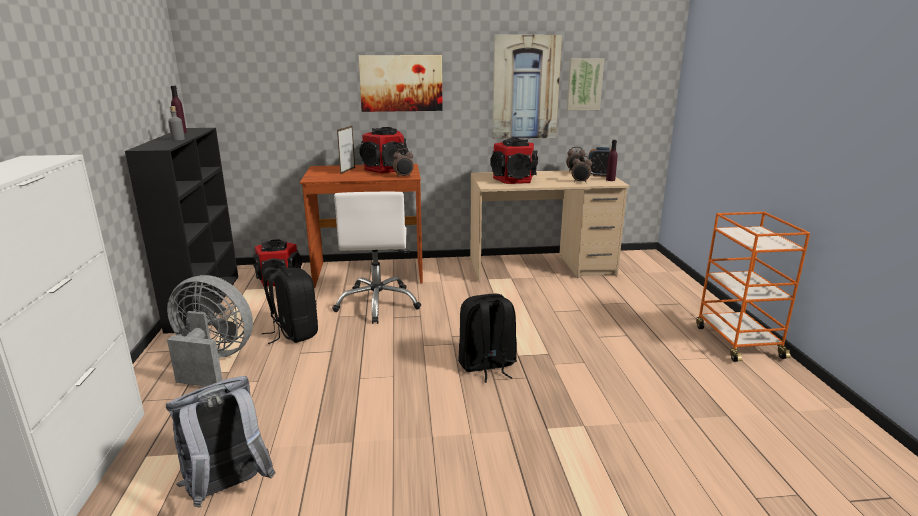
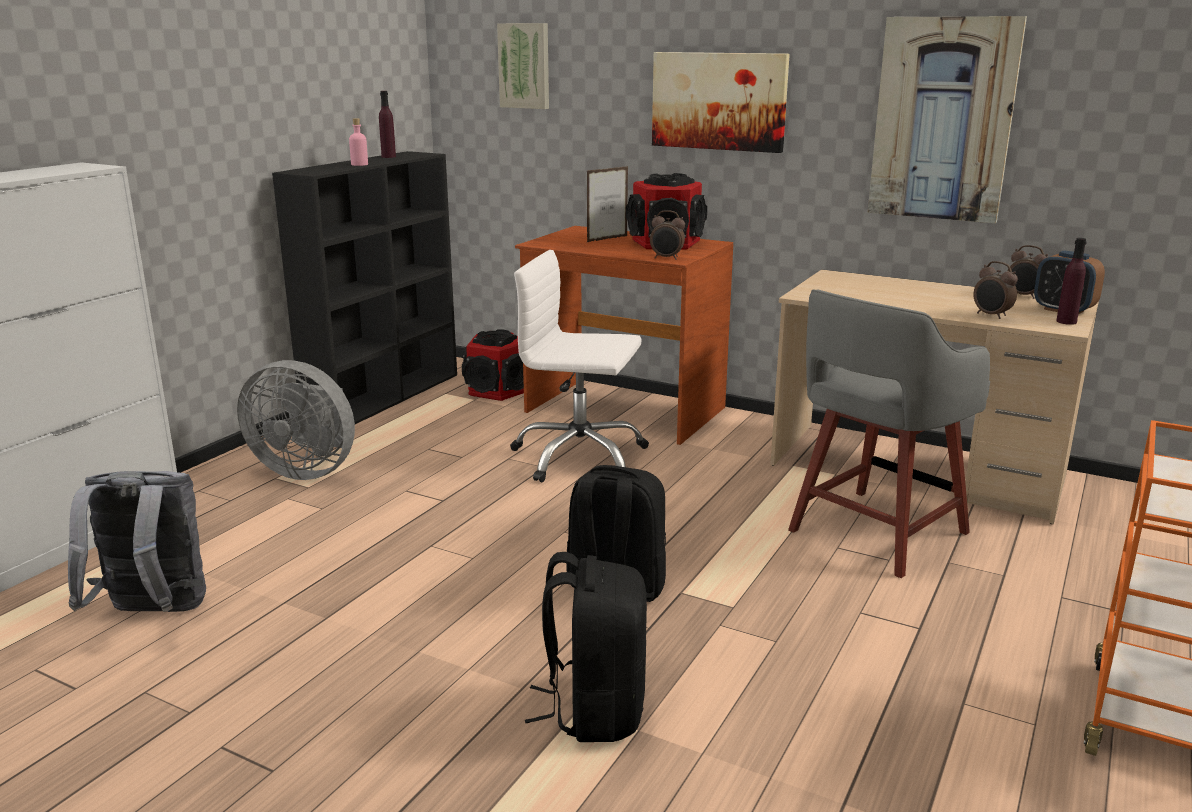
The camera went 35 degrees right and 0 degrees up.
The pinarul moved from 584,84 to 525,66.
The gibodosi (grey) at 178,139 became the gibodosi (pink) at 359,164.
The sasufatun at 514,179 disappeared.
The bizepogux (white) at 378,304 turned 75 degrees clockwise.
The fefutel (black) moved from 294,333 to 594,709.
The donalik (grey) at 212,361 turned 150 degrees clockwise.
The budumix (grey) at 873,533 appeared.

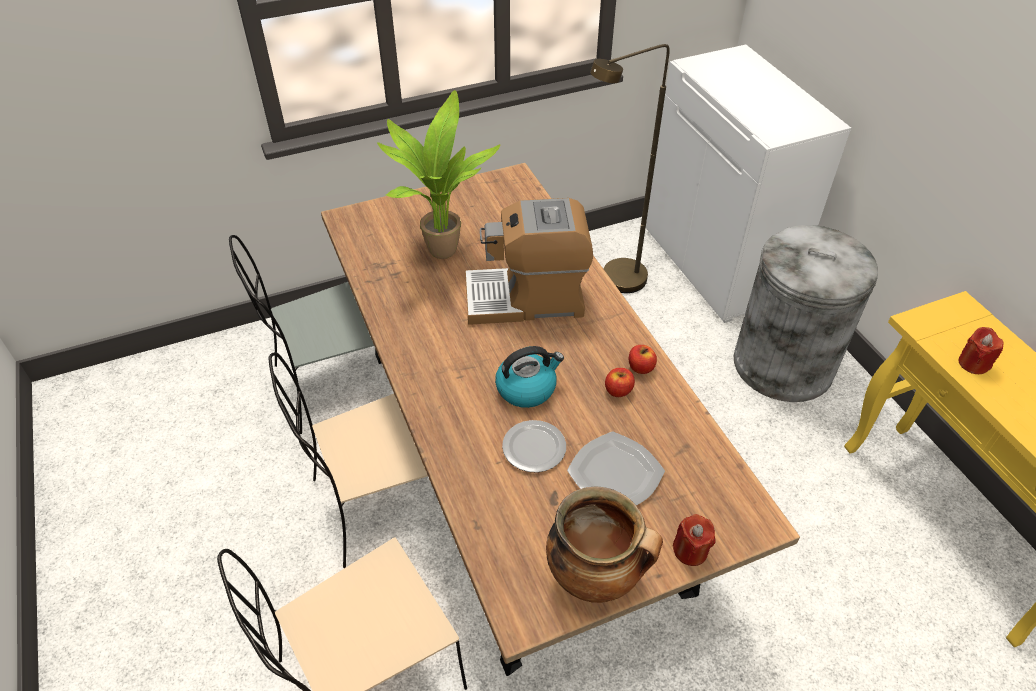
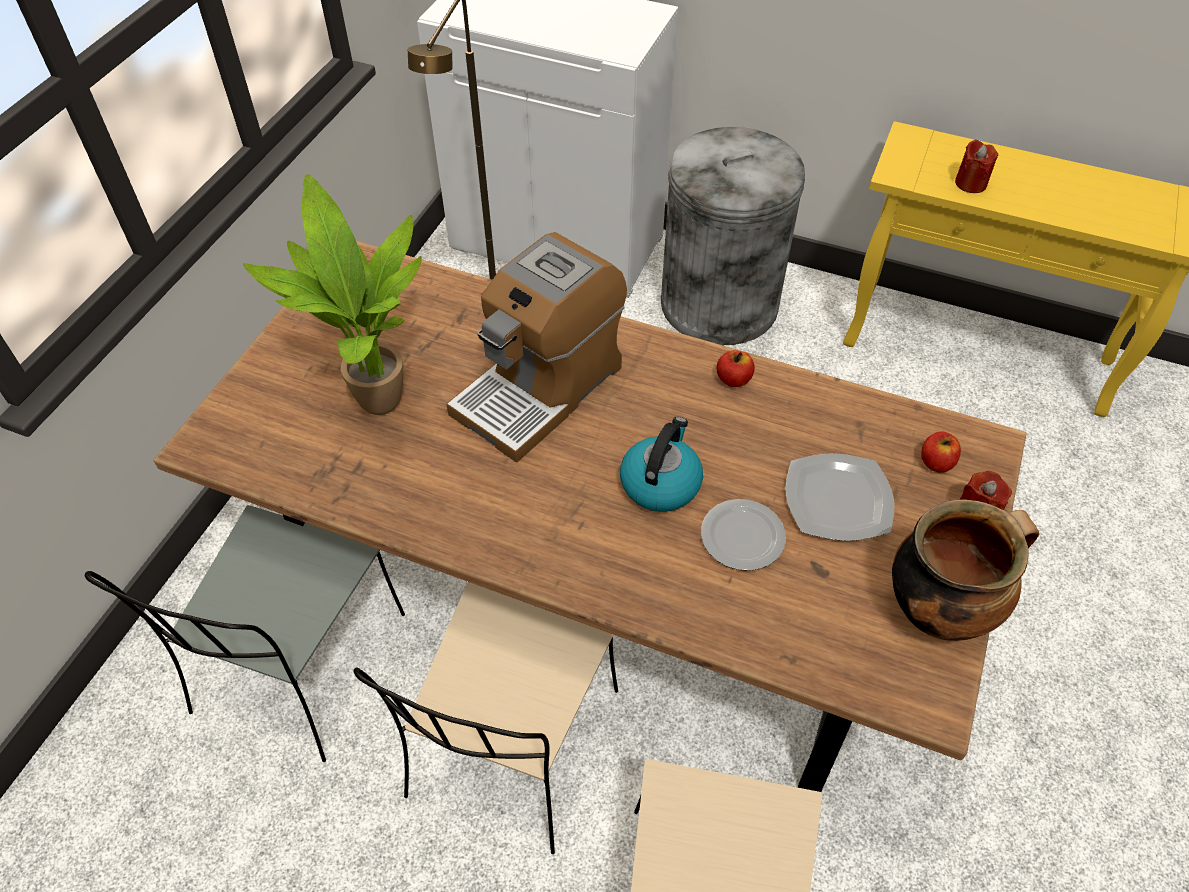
The camera went 45 degrees left and 5 degrees up.
The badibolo moved from 618,390 to 936,462.

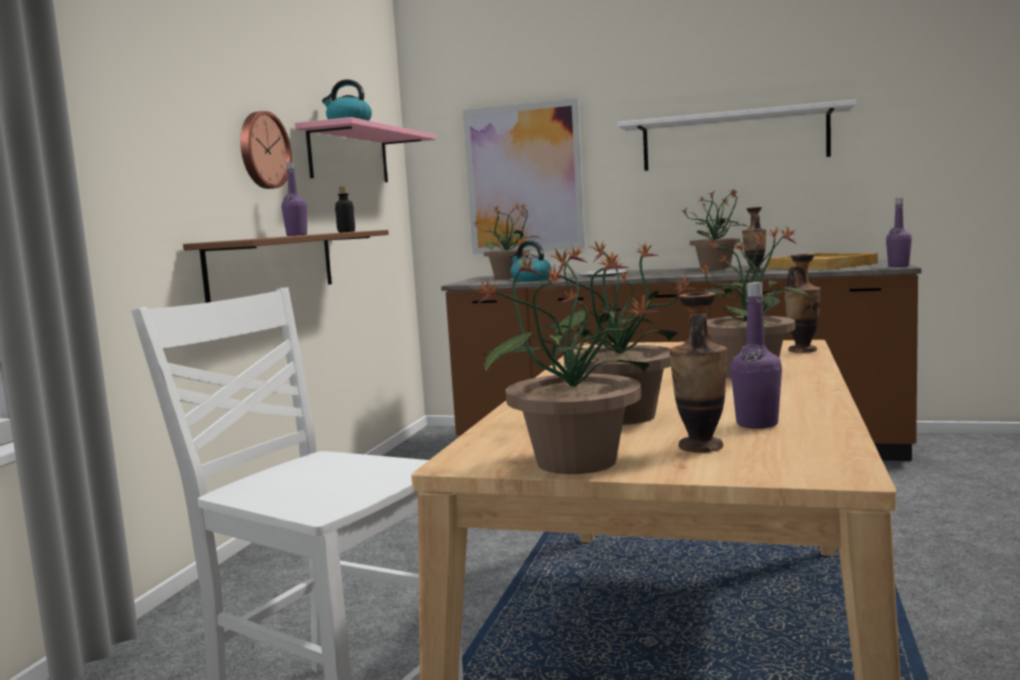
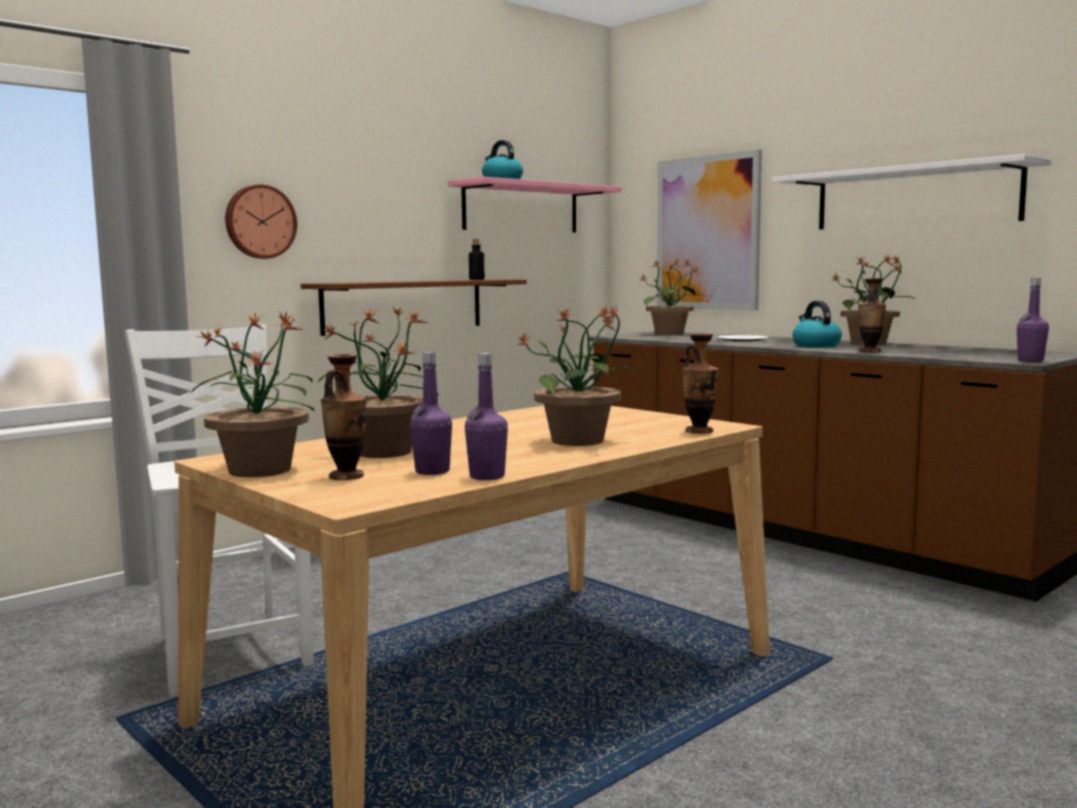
The camera went 30 degrees right and 0 degrees up.
The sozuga moved from 262,150 to 259,222.
The gibodosi (purple) moved from 297,235 to 487,477.
The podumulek moved from 530,280 to 815,345.
The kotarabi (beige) at 822,266 disappeared.

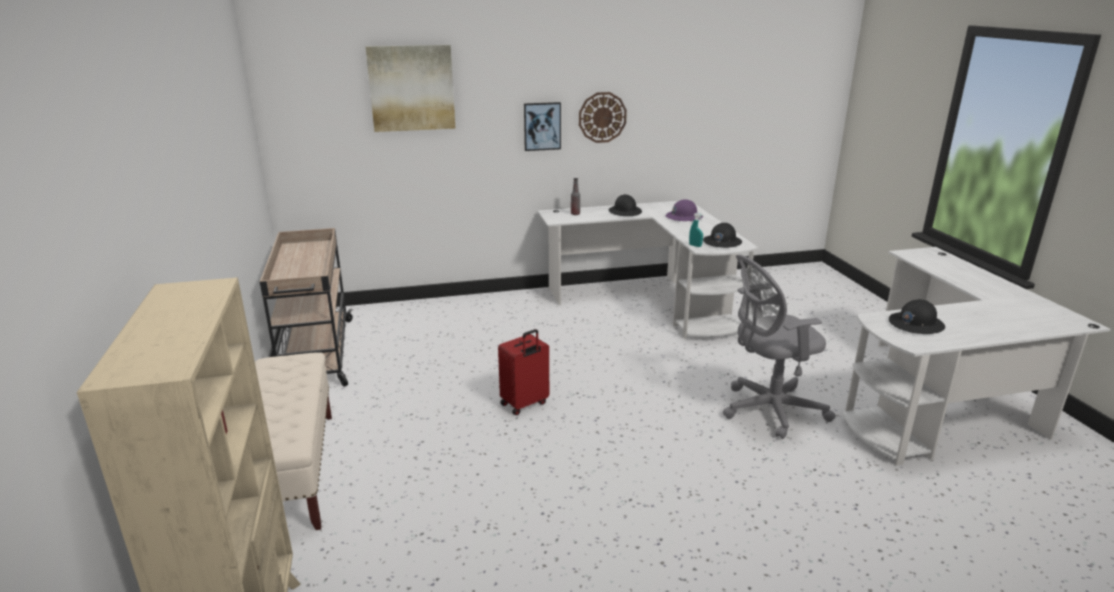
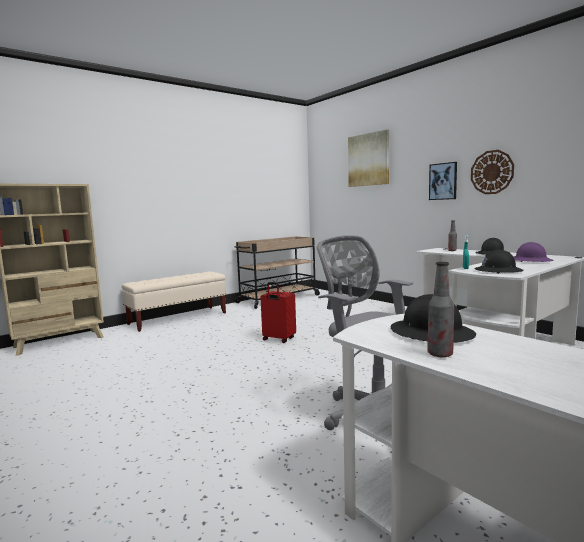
The camera went 65 degrees right and 15 degrees down.
The gibodosi at 440,354 appeared.

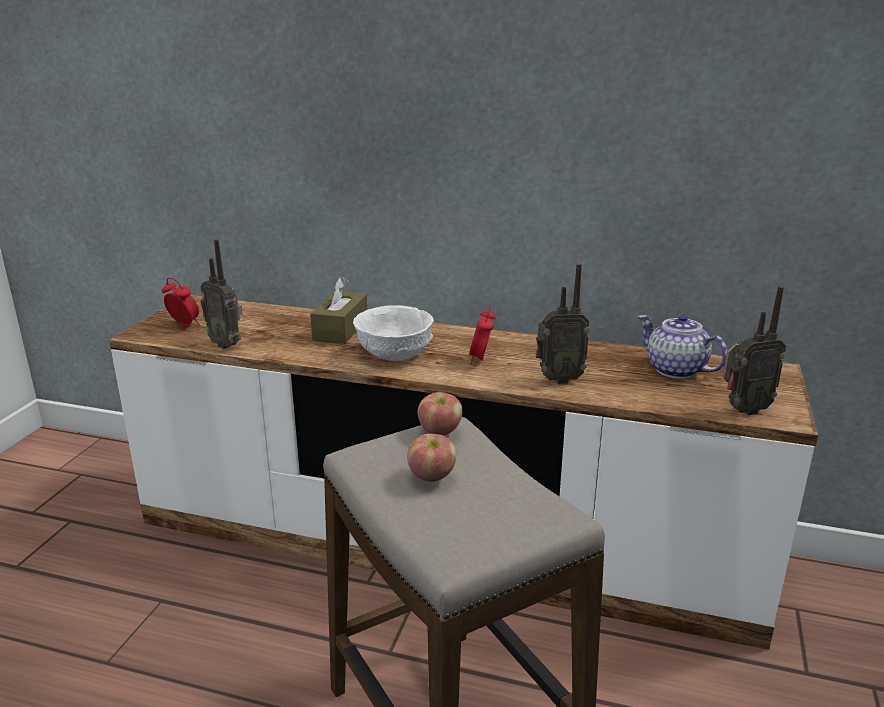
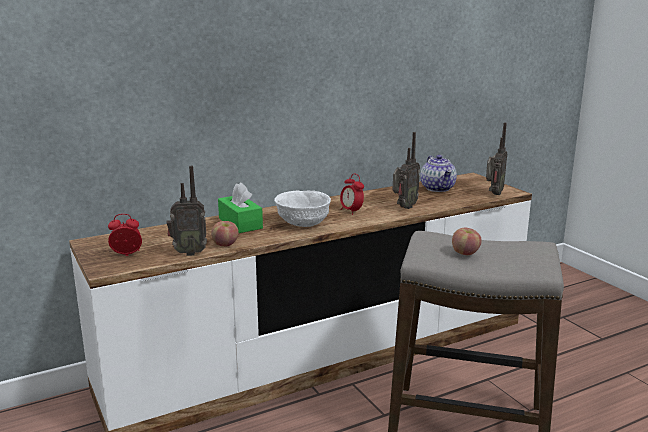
The camera went 45 degrees left and 5 degrees down.
The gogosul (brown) at 340,329 became the gogosul (green) at 240,223.
The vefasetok at 675,370 turned 105 degrees counterclockwise.
The badibolo moved from 440,431 to 225,244.

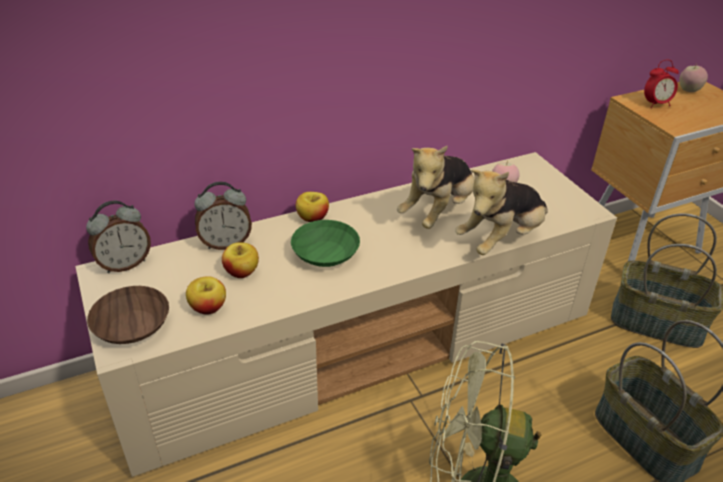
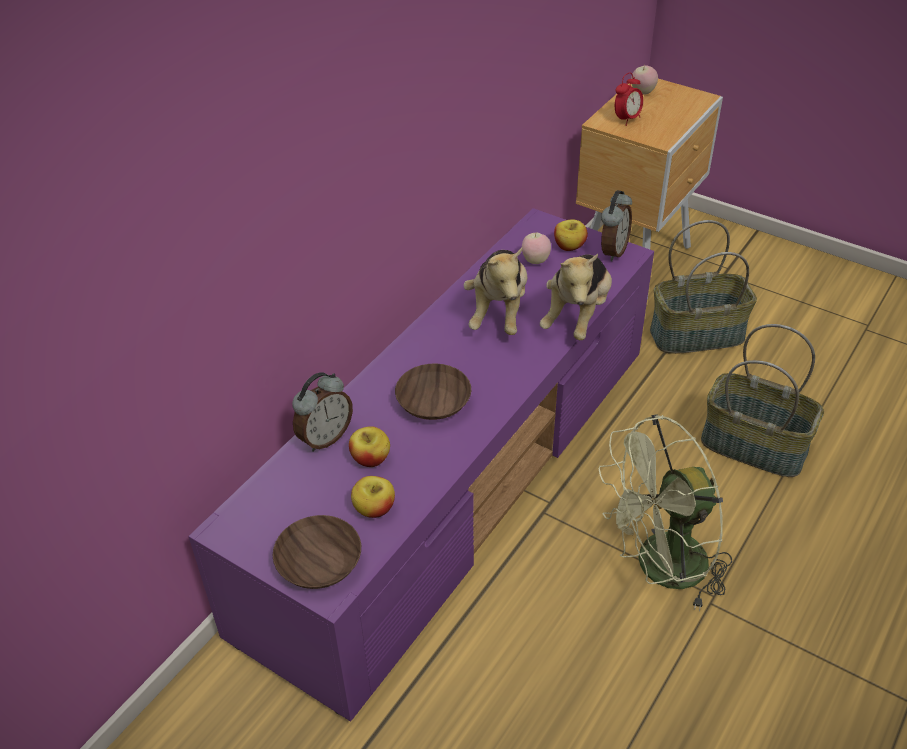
The camera went 30 degrees left and 5 degrees up.
The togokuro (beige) at 361,344 became the togokuro (purple) at 456,482.
The badibolo moved from 312,218 to 569,246.
The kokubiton moved from 125,264 to 612,251.
The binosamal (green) at 324,255 became the binosamal (brown) at 433,405.

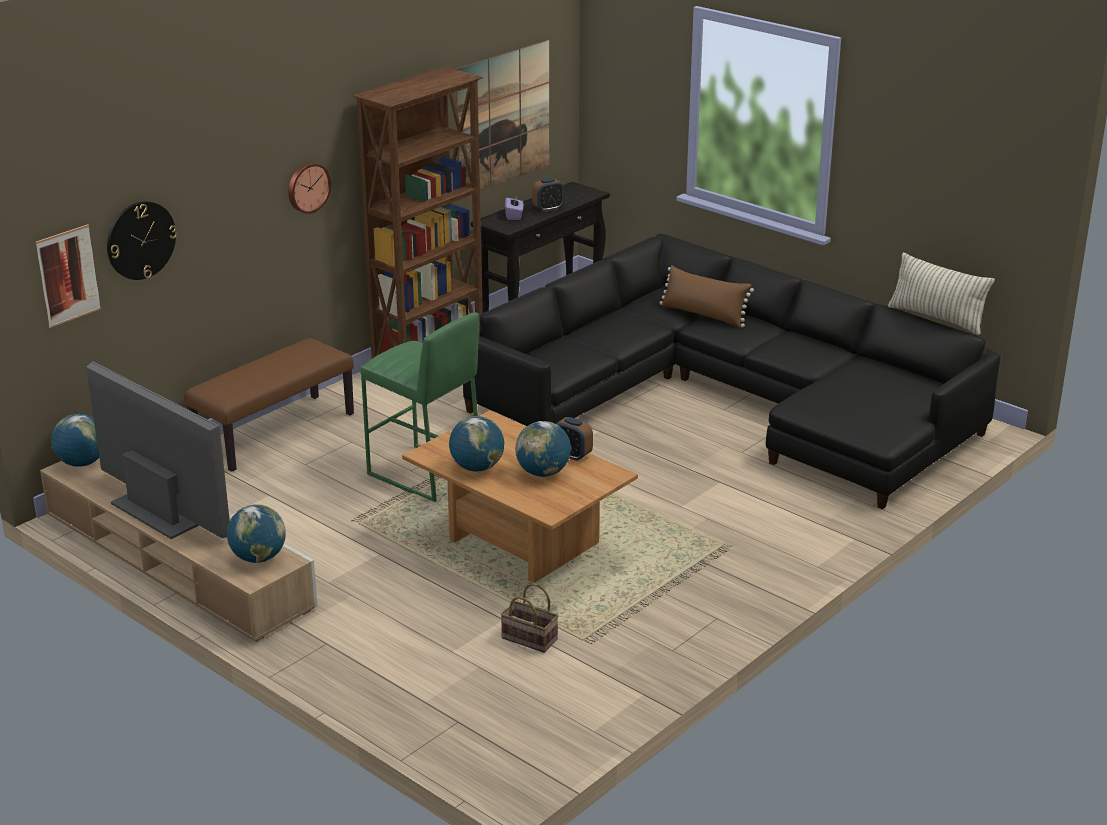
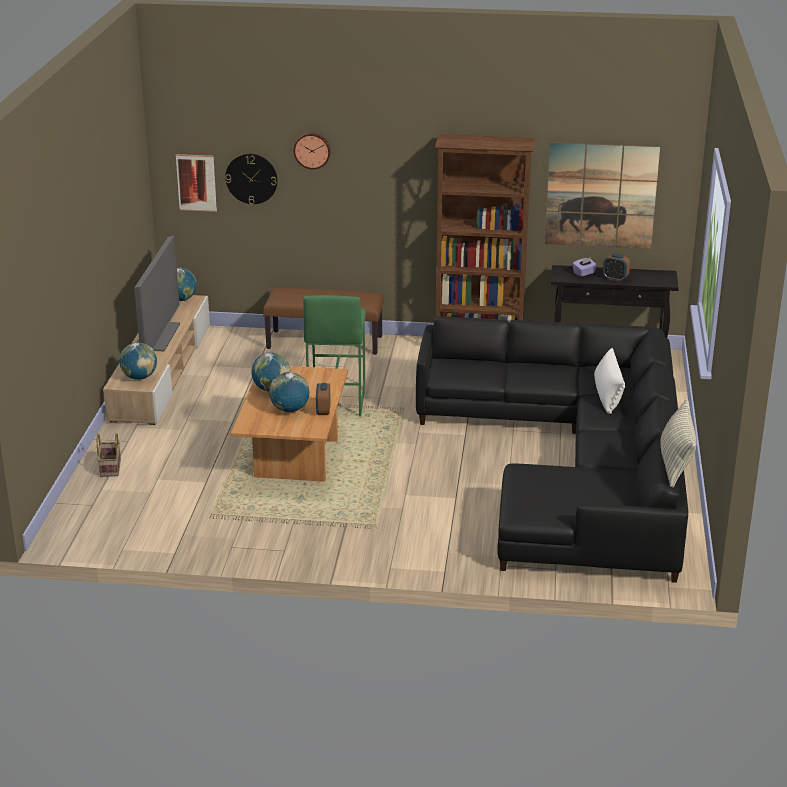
The camera went 55 degrees right and 0 degrees up.
The sozuga moved from 307,187 to 312,150.
The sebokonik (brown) at 703,315 became the sebokonik (white) at 607,395.
The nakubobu moved from 527,639 to 109,467.

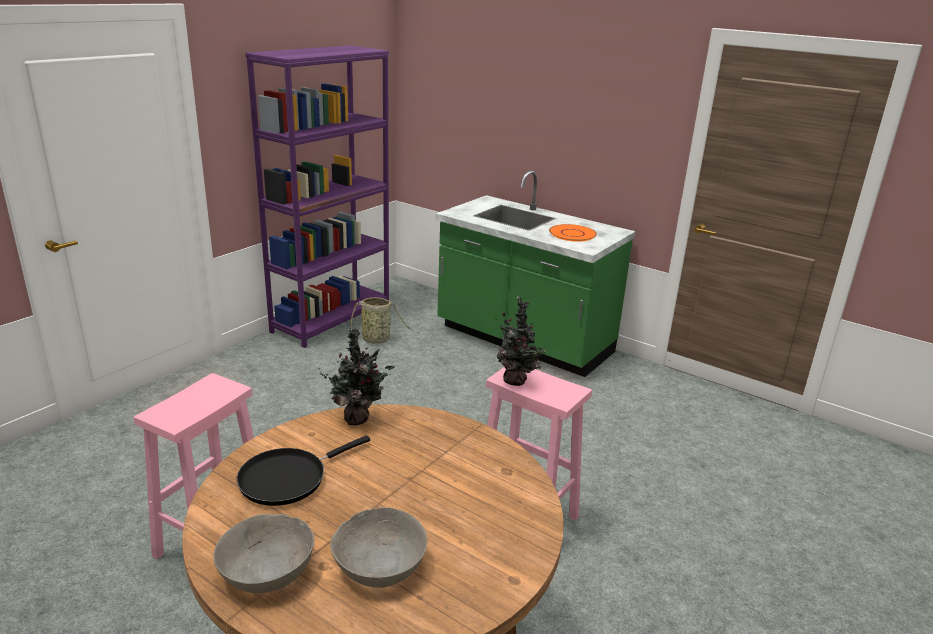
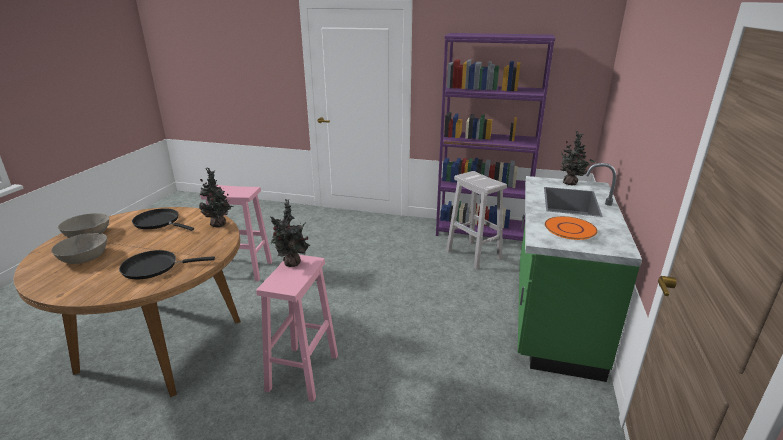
The camera went 70 degrees right and 0 degrees up.
The nakubobu at 378,340 was replaced by the budumix (white) at 474,255.
The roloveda at 571,183 appeared.
The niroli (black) at 154,267 appeared.

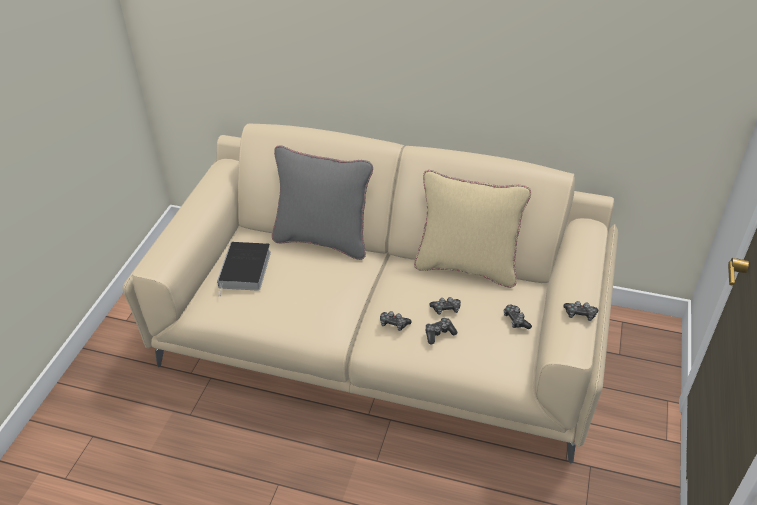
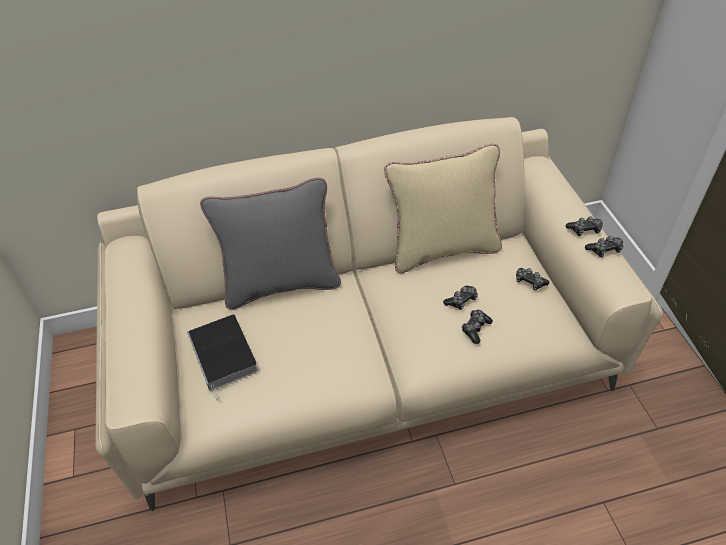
The camera went 30 degrees left and 5 degrees up.
The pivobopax moved from 394,324 to 584,230.

